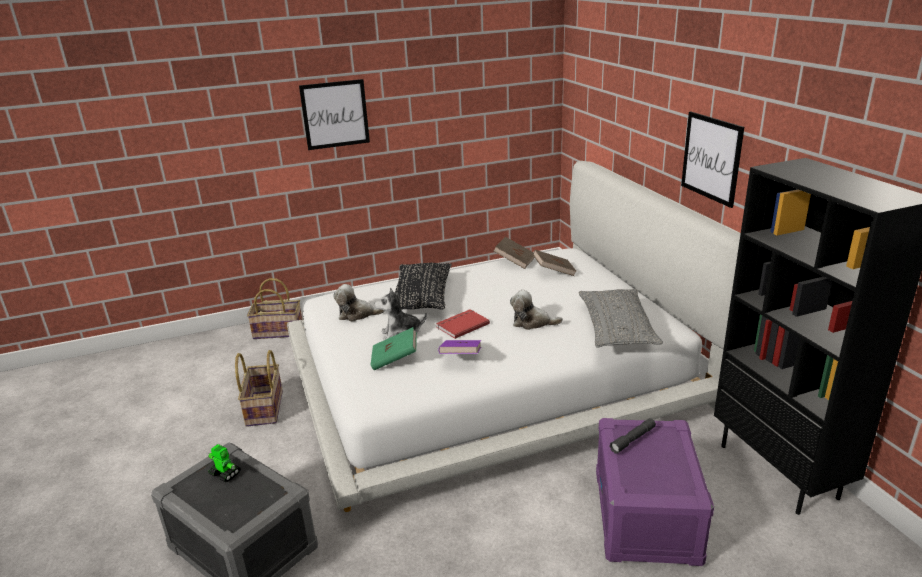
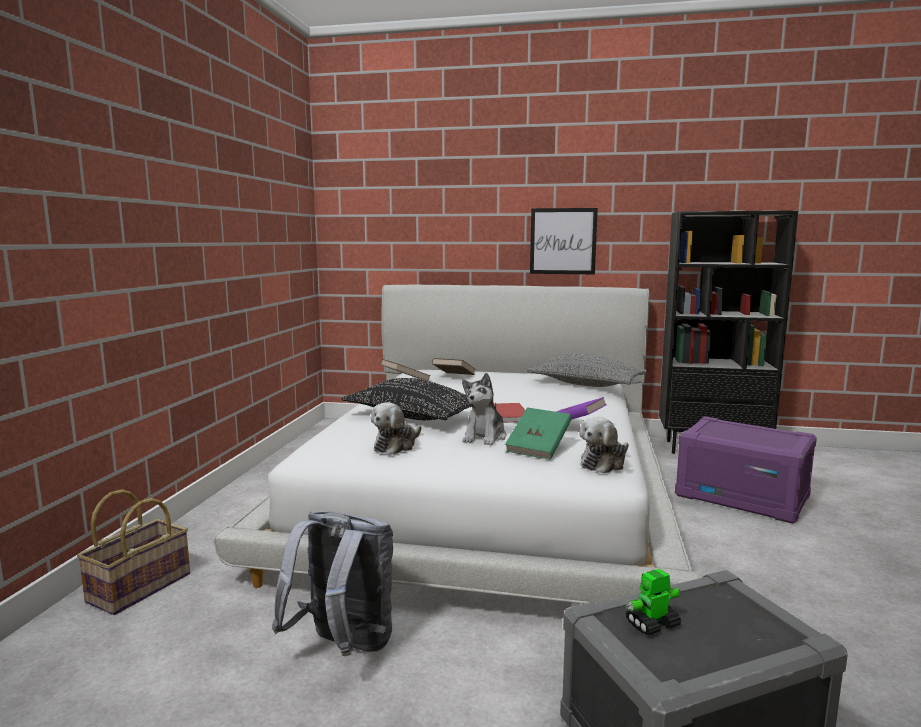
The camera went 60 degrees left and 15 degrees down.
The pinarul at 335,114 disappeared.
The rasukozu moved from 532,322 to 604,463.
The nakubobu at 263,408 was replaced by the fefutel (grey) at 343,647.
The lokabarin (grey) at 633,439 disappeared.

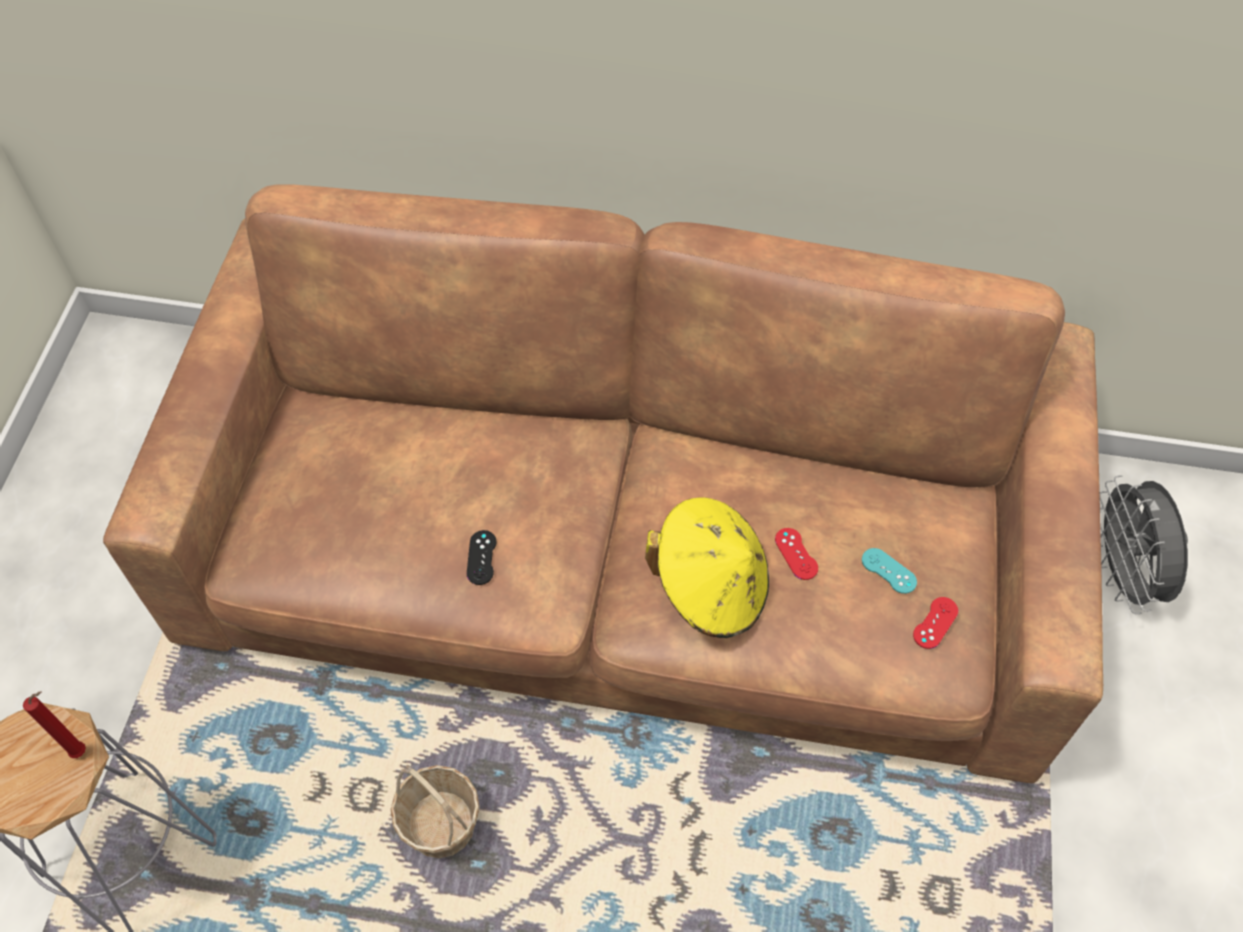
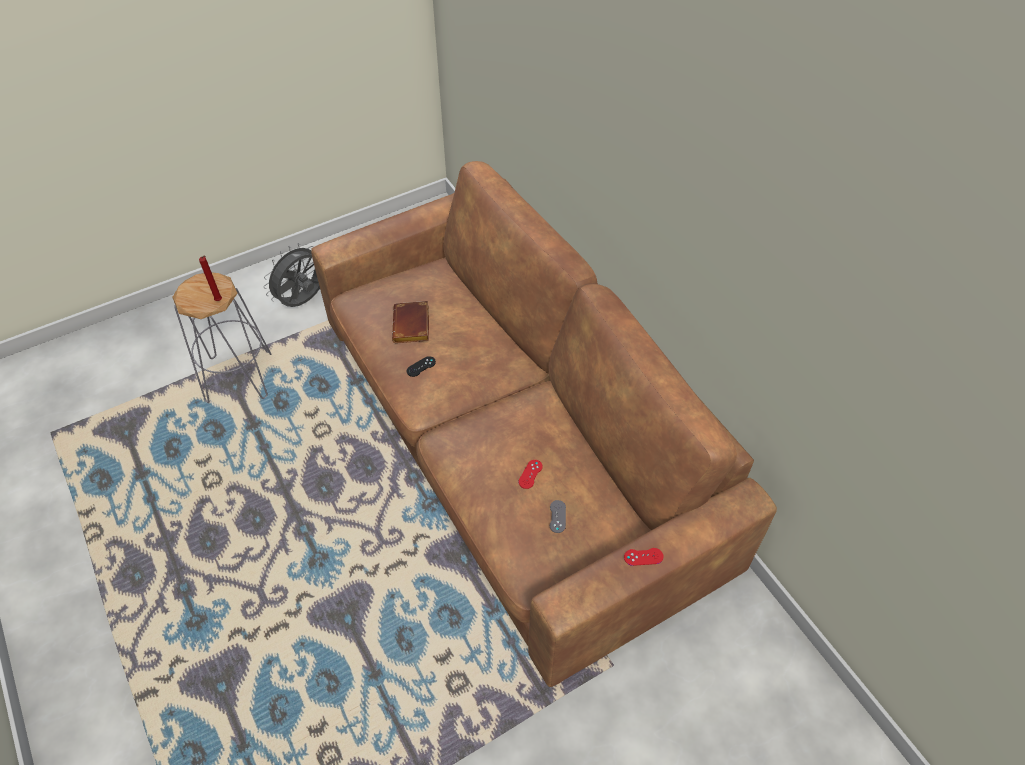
The camera went 50 degrees right and 5 degrees down.
The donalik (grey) moved from 1122,575 to 304,301.
The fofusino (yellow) at 710,586 disappeared.
The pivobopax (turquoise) at 888,571 became the pivobopax (grey) at 557,516.
The pivobopax (red) moved from 935,623 to 643,557.
The nakubobu at 441,824 disappeared.
The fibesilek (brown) at 413,326 appeared.

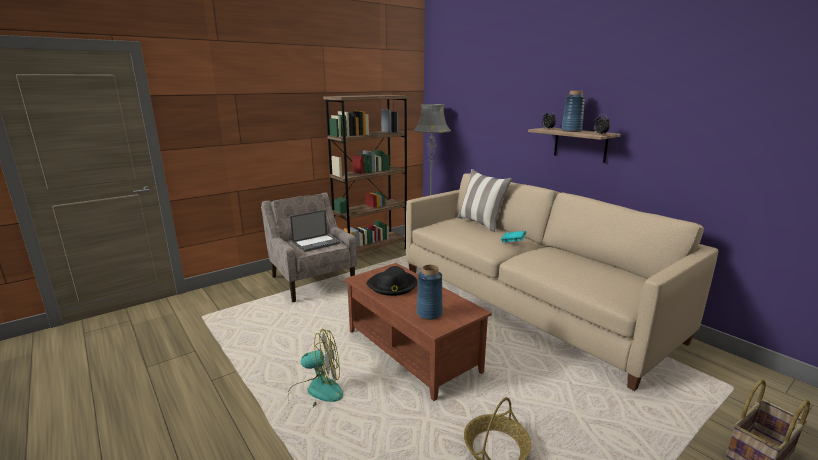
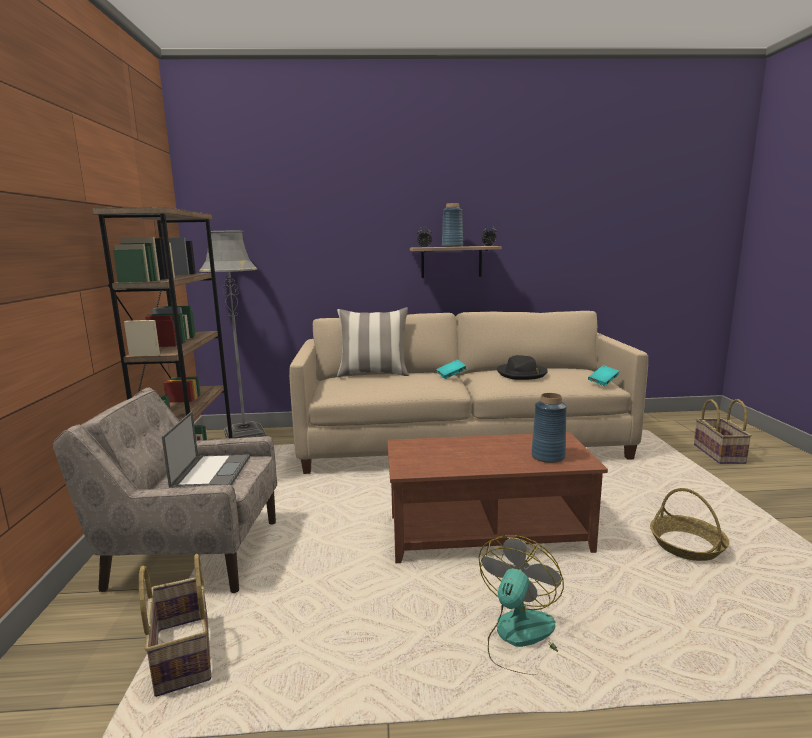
The camera went 55 degrees left and 5 degrees down.
The fofusino (black) moved from 392,285 to 522,374.
The fibesilek (turquoise) at 603,382 appeared.
The nakubobu at 181,655 appeared.

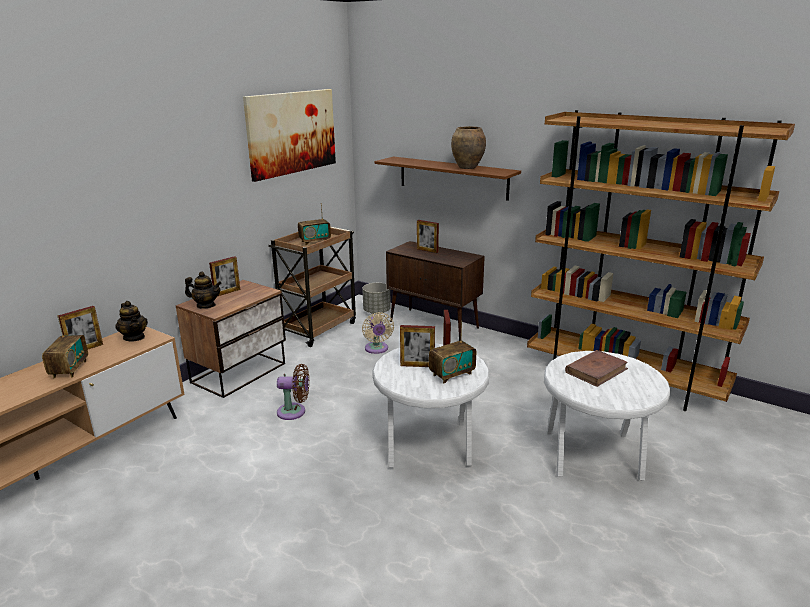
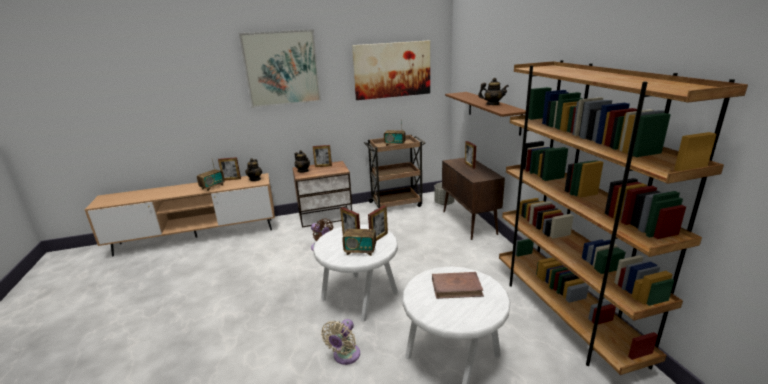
The camera went 40 degrees right and 0 degrees up.
The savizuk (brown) at 467,167 was replaced by the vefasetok at 492,104.
The donalik (beige) moved from 377,349 to 345,356.
The pinarul at 282,68 appeared.

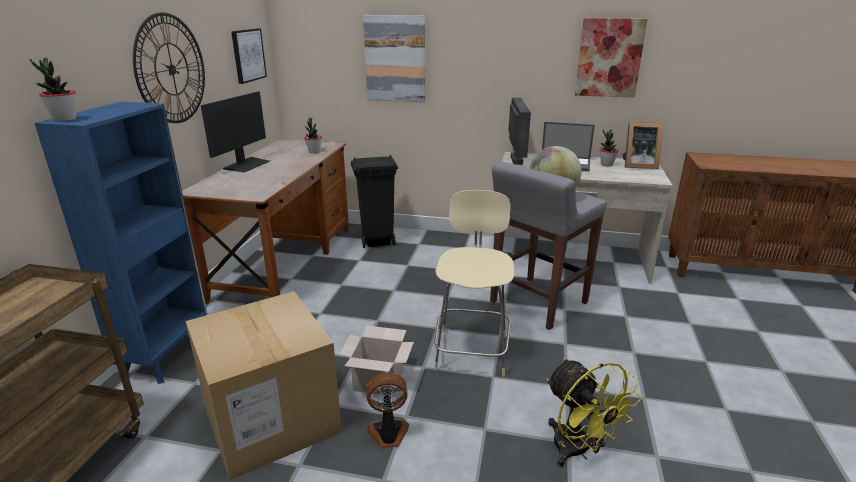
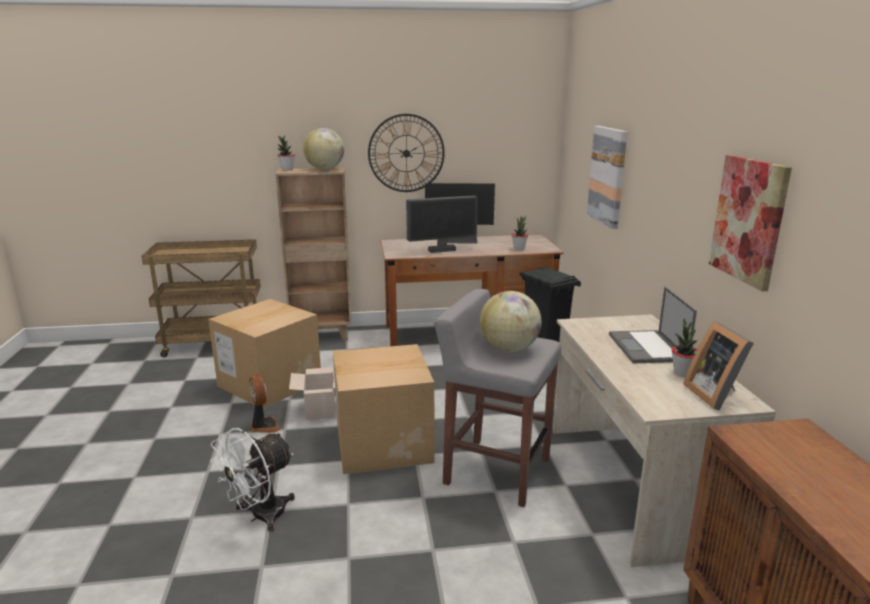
The camera went 70 degrees right and 5 degrees down.
The pinarul at 248,55 disappeared.
The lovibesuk moved from 515,160 to 441,250.
The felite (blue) at 167,354 became the felite (brown) at 322,335.
The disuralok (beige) at 472,349 was replaced by the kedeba at 383,443.
The donalik (yellow) at 578,451 became the donalik (white) at 260,516.
The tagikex at 325,169 appeared.

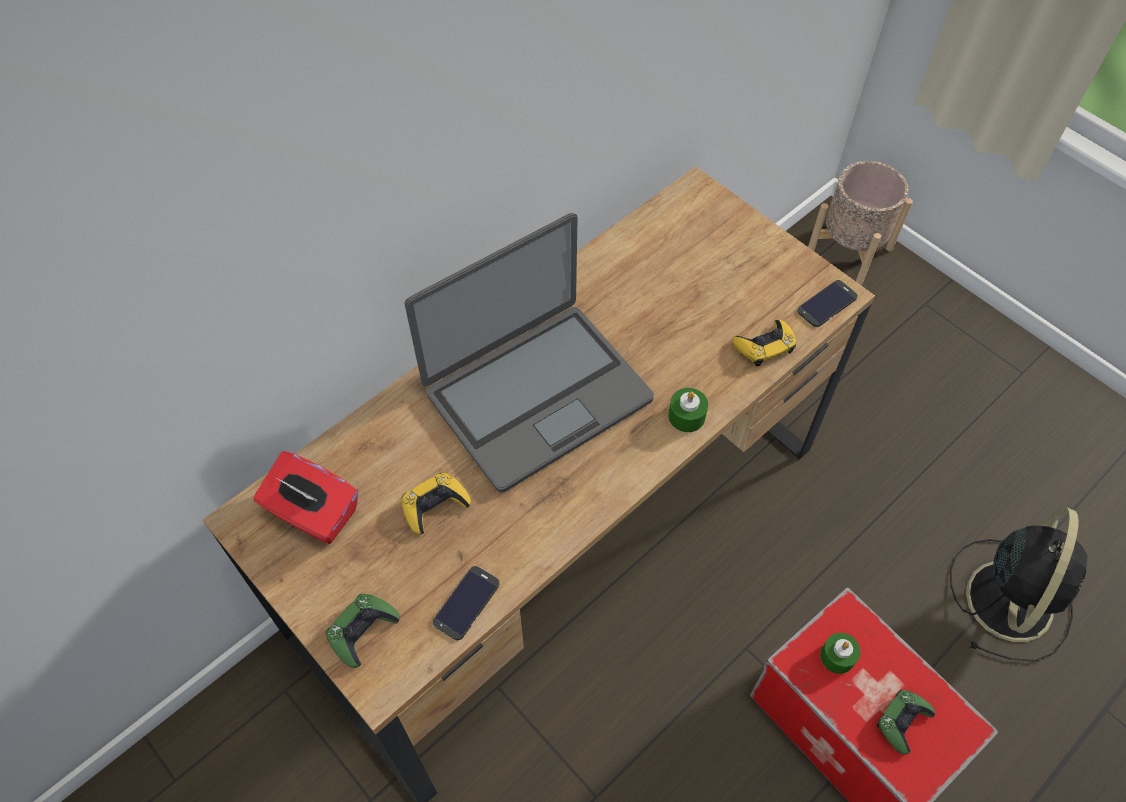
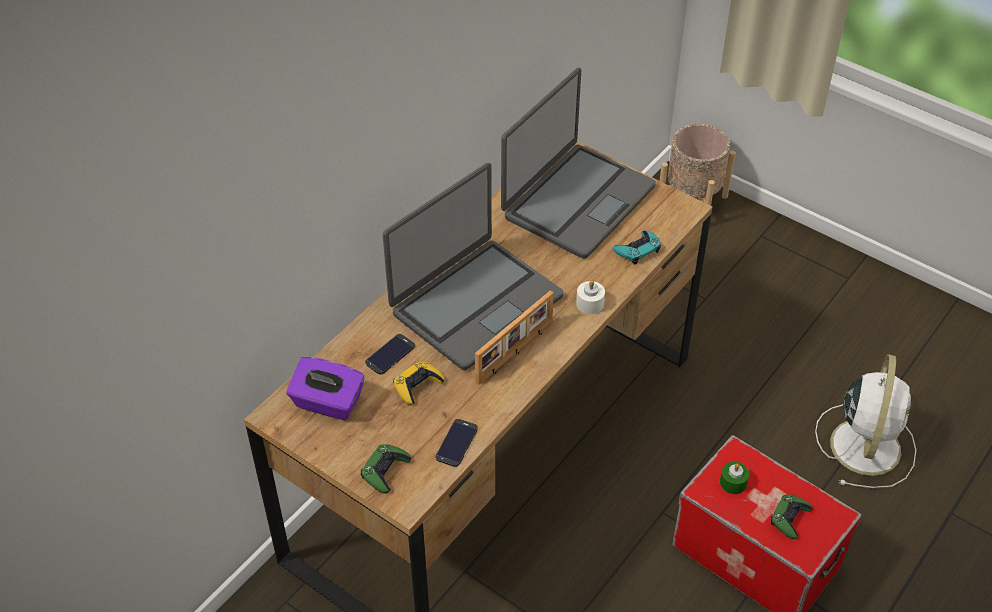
The camera went 10 degrees left and 10 degrees down.
The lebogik moved from 827,304 to 390,354.
The pivobopax (yellow) at 764,346 became the pivobopax (turquoise) at 638,250.
The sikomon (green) at 686,416 became the sikomon (white) at 590,303.
The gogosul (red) at 313,513 became the gogosul (purple) at 327,403.
The donalik (black) at 1010,597 became the donalik (white) at 865,444.
The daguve at 577,201 appeared.
The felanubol at 516,352 appeared.

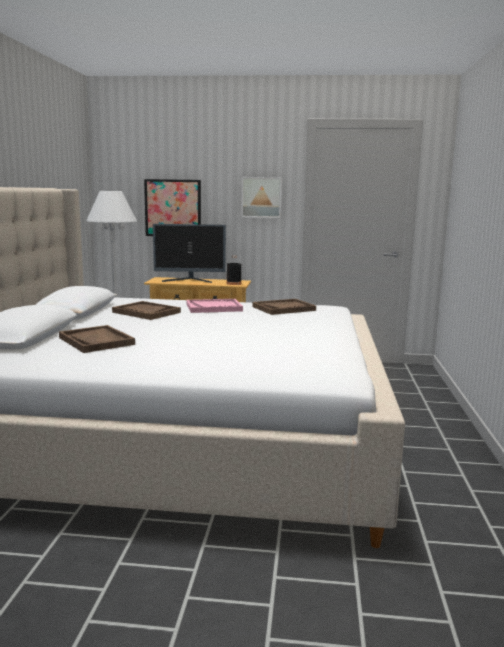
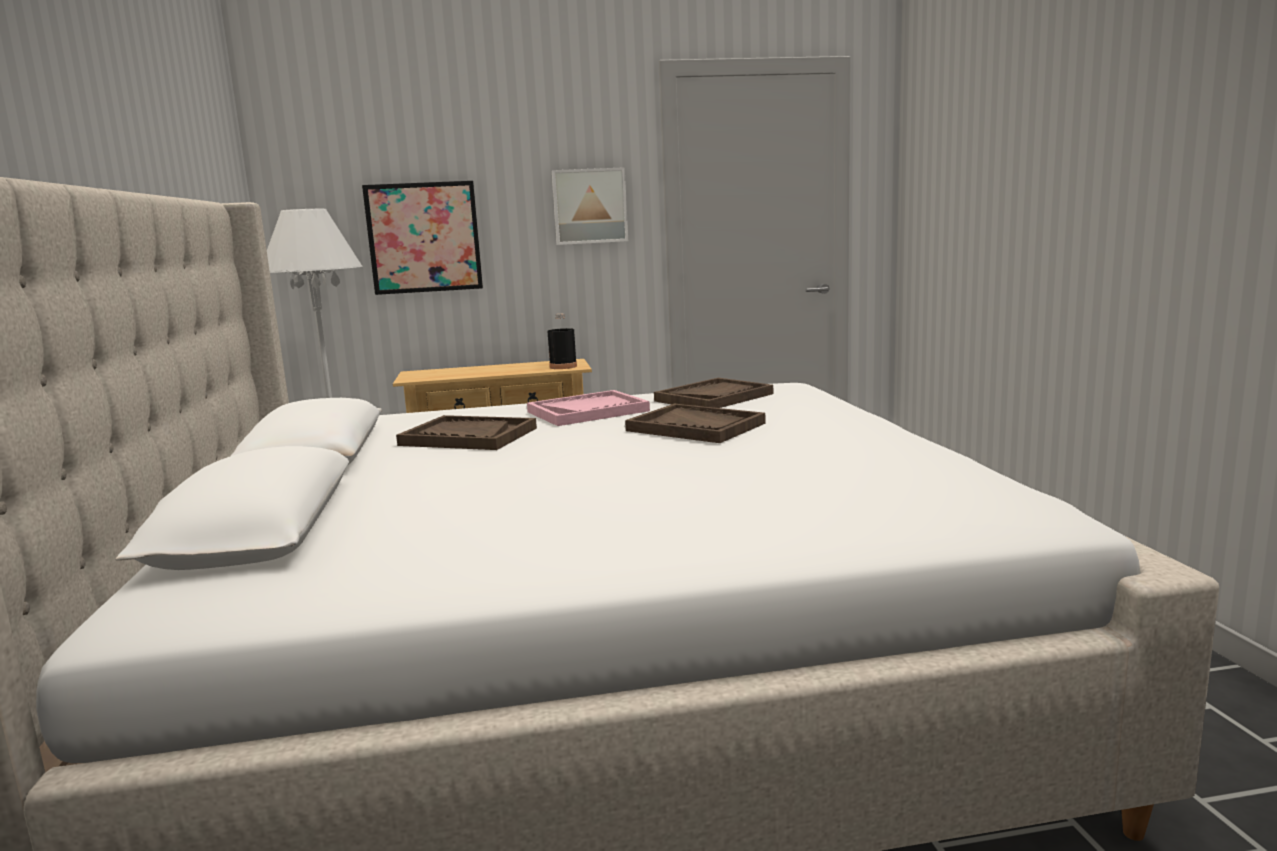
The camera went 15 degrees left and 0 degrees up.
The lovibesuk at 190,281 disappeared.
The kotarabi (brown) moved from 96,341 to 696,427.

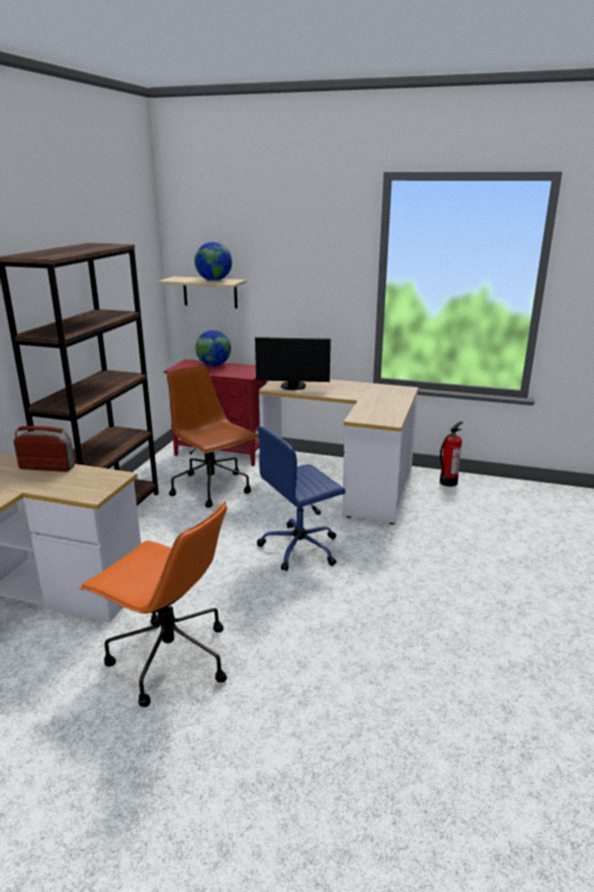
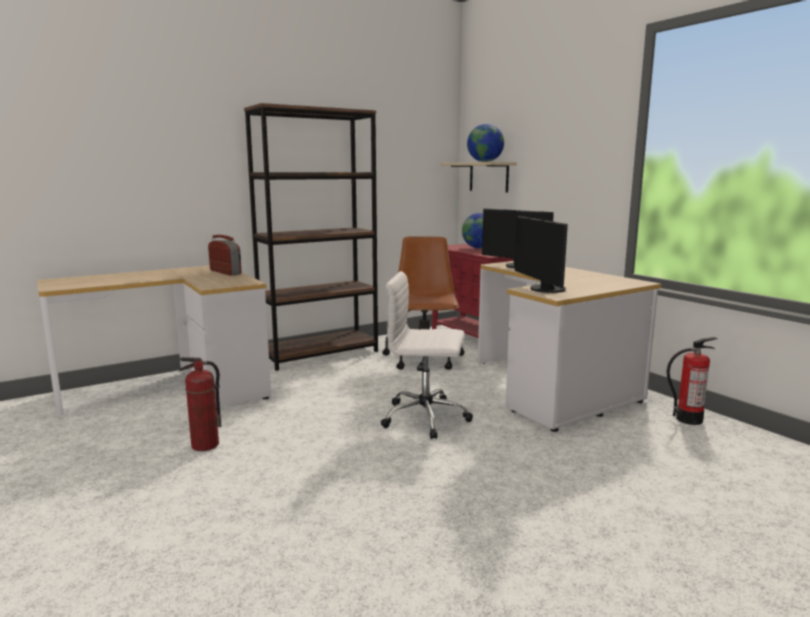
The camera went 40 degrees right and 10 degrees down.
The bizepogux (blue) at 301,548 became the bizepogux (white) at 427,418.
The bizepogux (orange) at 168,659 was replaced by the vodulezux at 205,445.
The lovibesuk at 544,289 appeared.

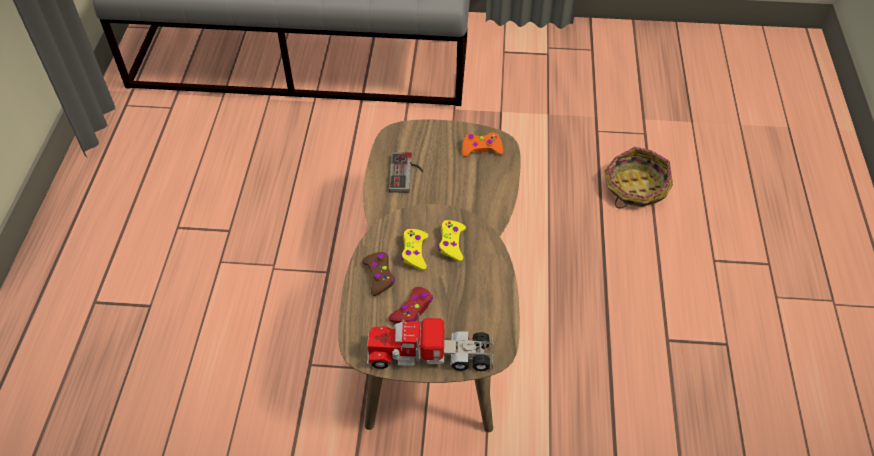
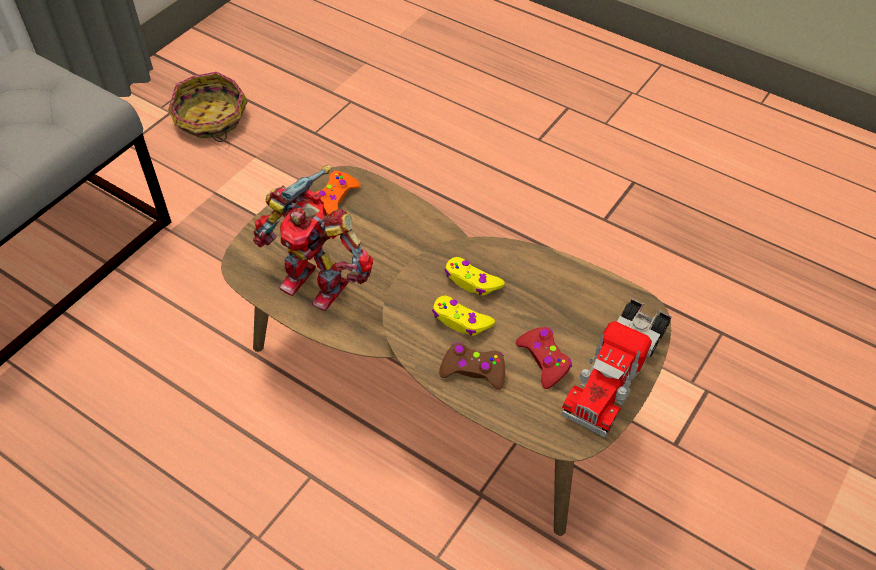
The camera went 60 degrees left and 0 degrees up.
The nakubobu moved from 635,188 to 211,119.
The pivobopax at 406,174 was replaced by the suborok at 317,282.

